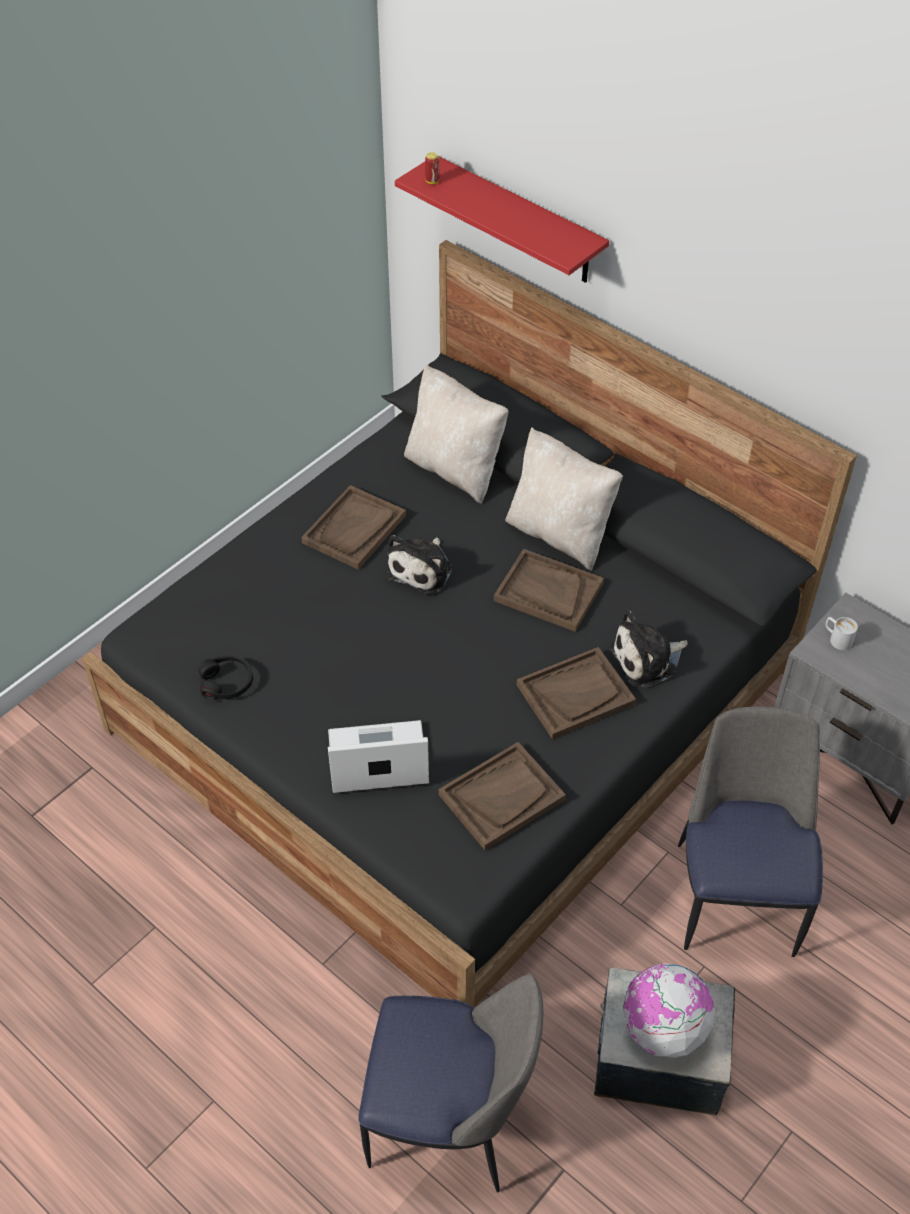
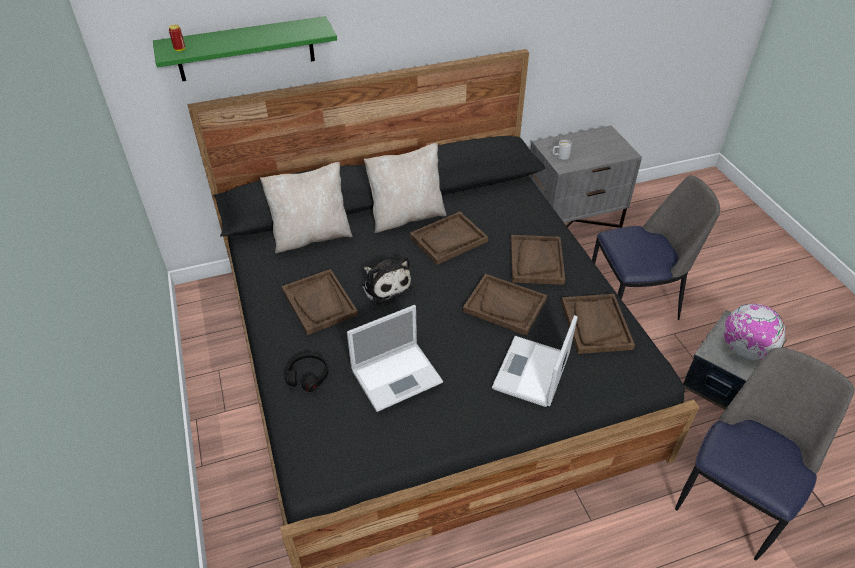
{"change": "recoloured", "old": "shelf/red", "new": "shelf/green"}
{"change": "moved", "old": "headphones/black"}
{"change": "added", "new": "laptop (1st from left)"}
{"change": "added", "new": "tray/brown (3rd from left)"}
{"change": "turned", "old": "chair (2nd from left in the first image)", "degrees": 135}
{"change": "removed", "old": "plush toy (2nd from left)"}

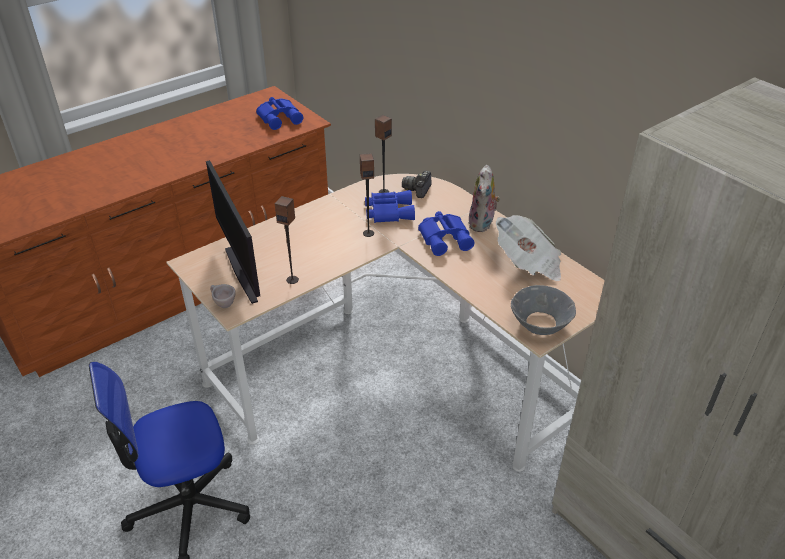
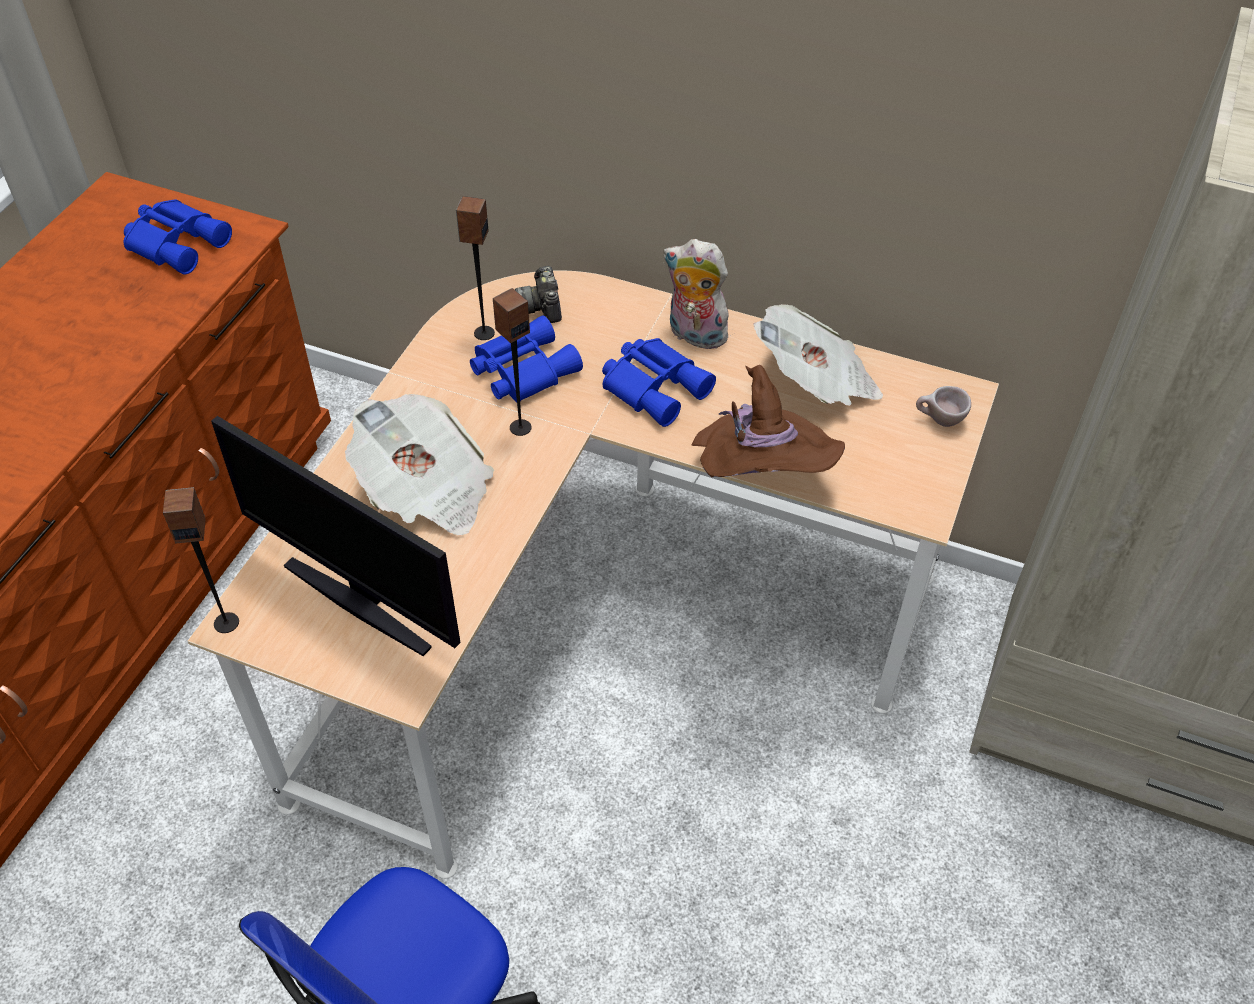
{"change": "moved", "old": "speaker (1st from left)"}
{"change": "added", "new": "newspaper (1st from left)"}
{"change": "turned", "old": "plush toy", "degrees": 135}
{"change": "added", "new": "hat/brown"}
{"change": "moved", "old": "cup/beige"}
{"change": "removed", "old": "bowl/grey"}

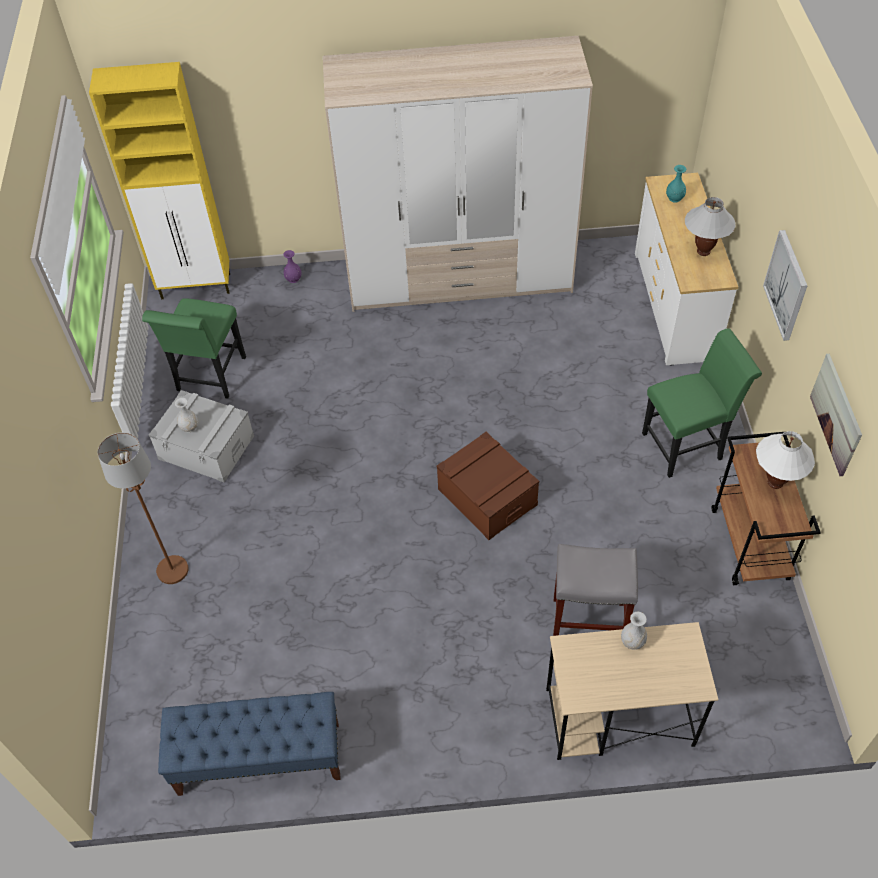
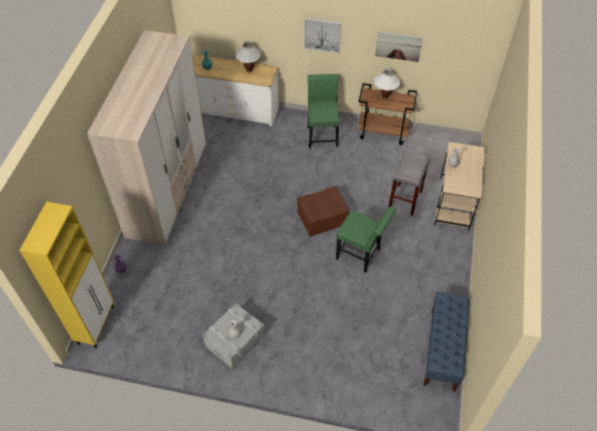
{"change": "moved", "old": "chair/green (1st from left in the first image)", "new": "chair/green (2nd from left)"}
{"change": "removed", "old": "floor lamp/brown"}

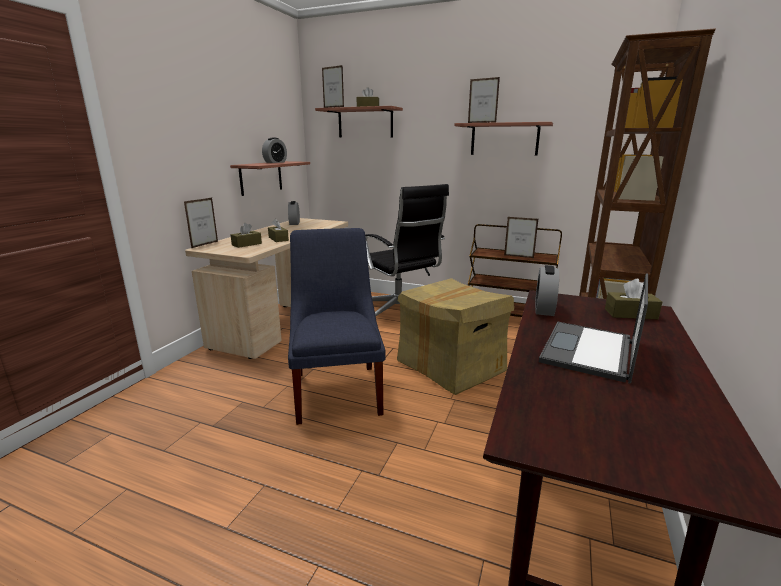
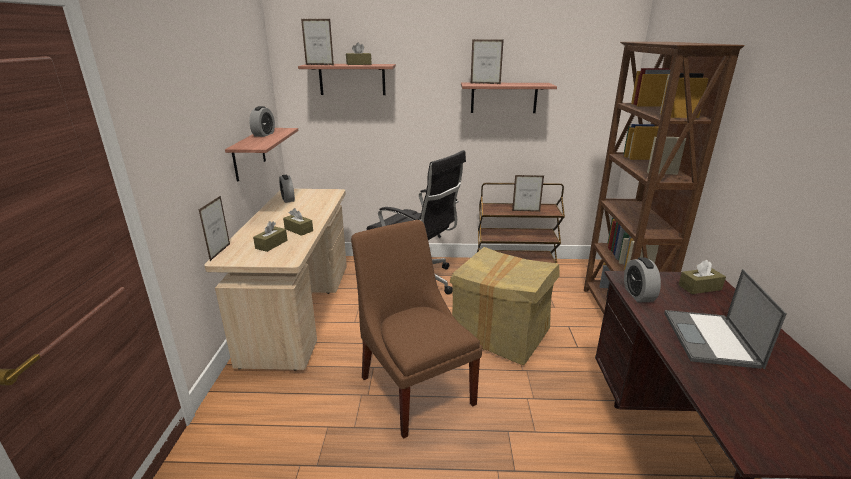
{"change": "recoloured", "old": "chair/blue", "new": "chair/brown"}

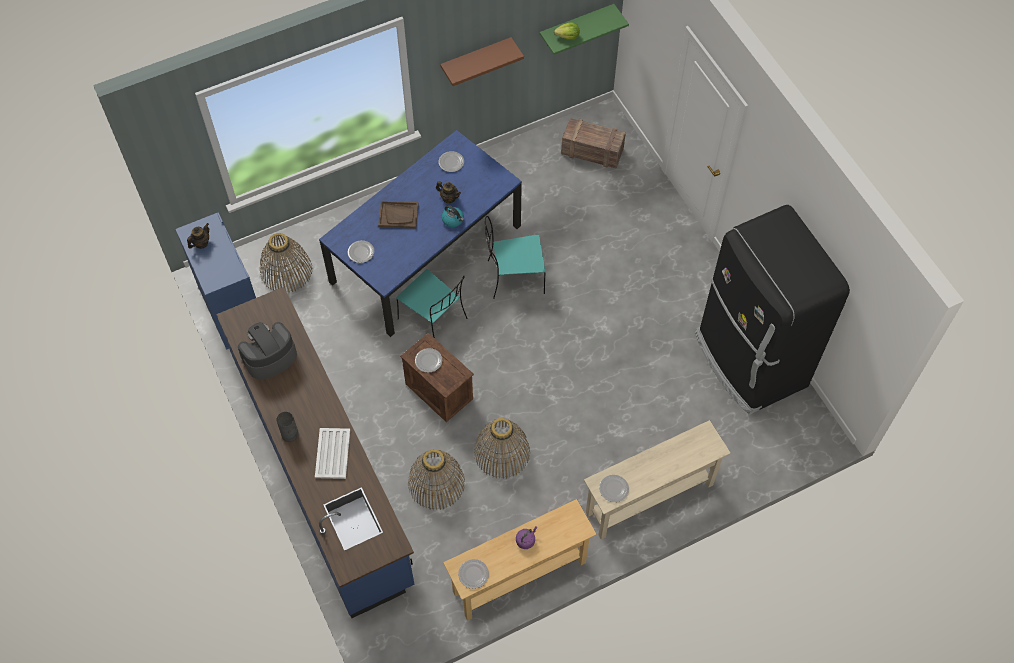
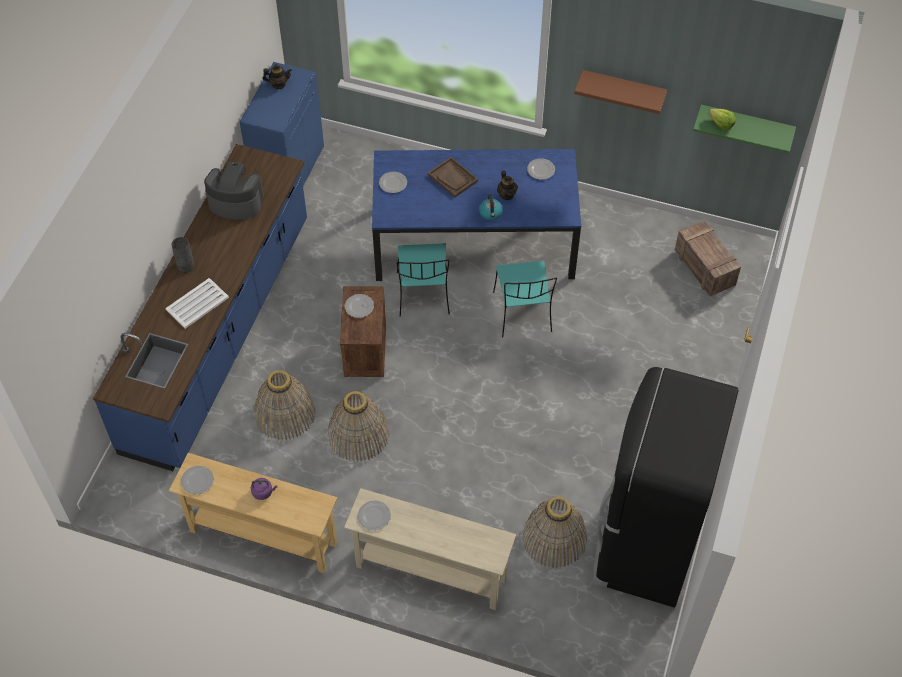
{"change": "turned", "old": "chair/turquoise (2nd from left)", "degrees": -135}
{"change": "moved", "old": "basket (1st from left in the first image)", "new": "basket (3rd from left)"}

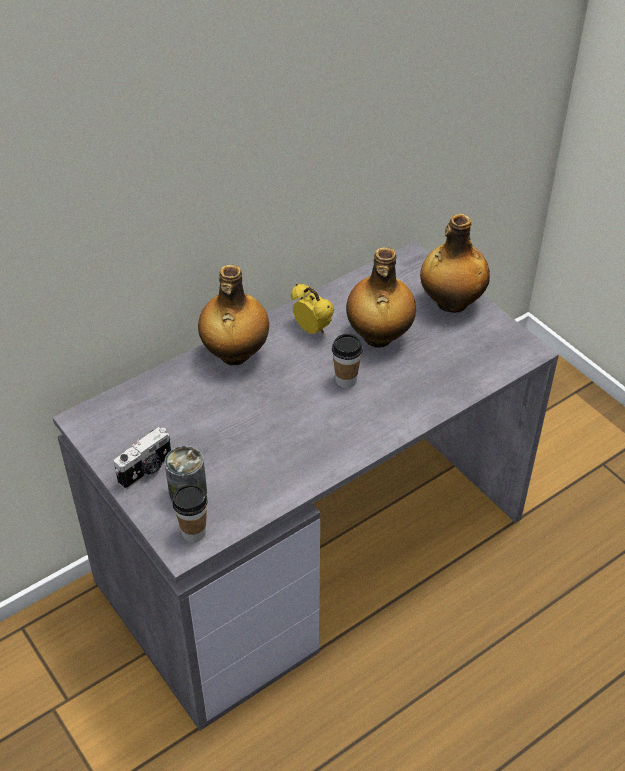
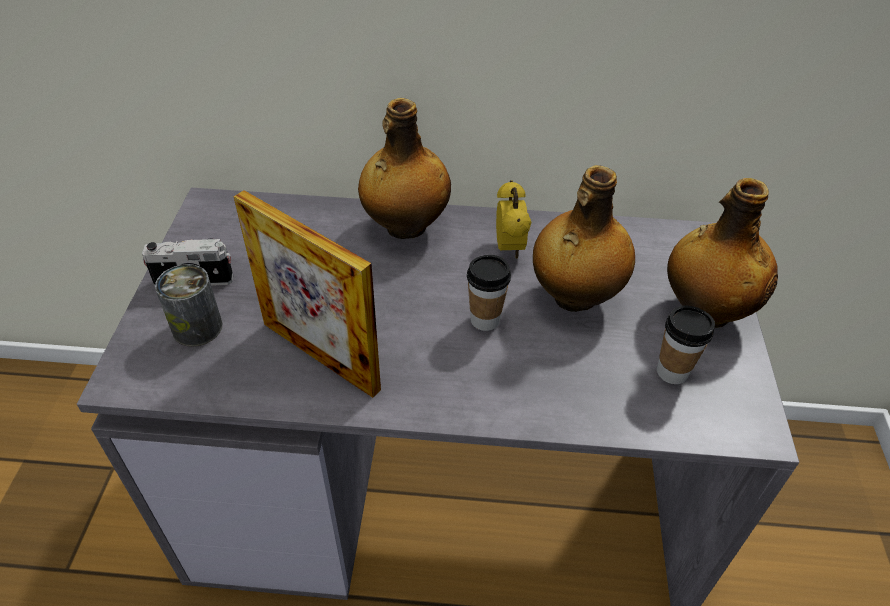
{"change": "added", "new": "picture frame"}
{"change": "moved", "old": "cup (1st from left in the first image)", "new": "cup (2nd from left)"}

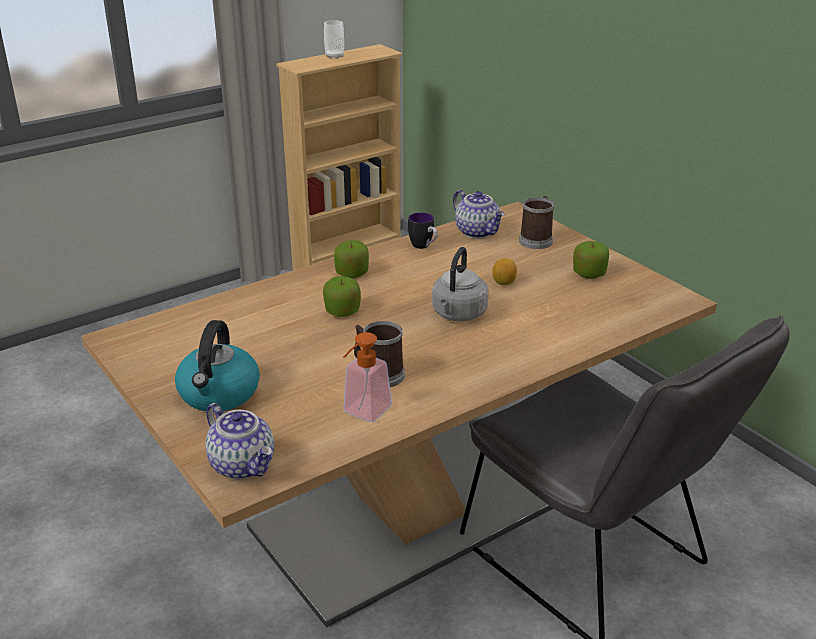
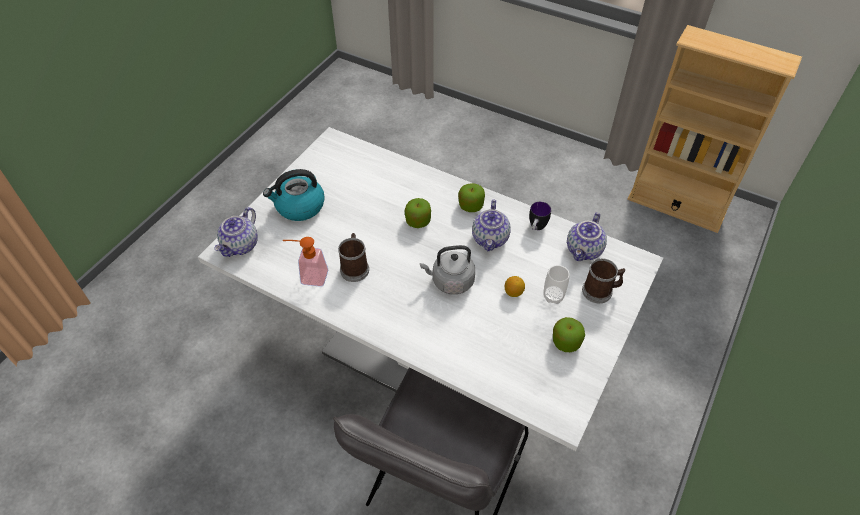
{"change": "recoloured", "old": "dining table/brown", "new": "dining table/white"}
{"change": "added", "new": "teapot (2nd from left)"}
{"change": "moved", "old": "cup"}

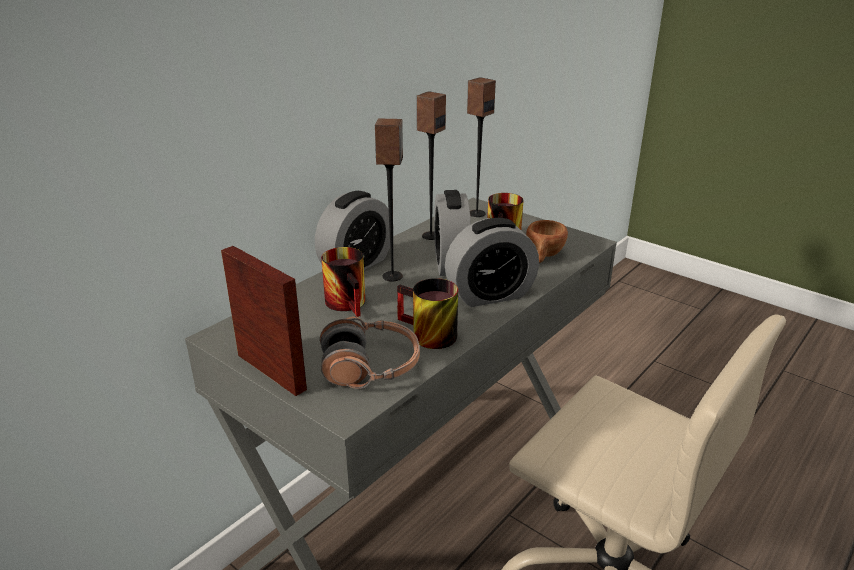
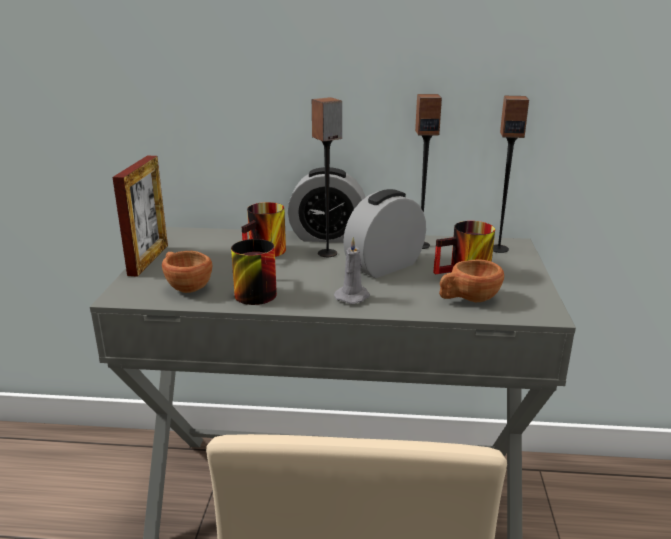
{"change": "replaced", "old": "headphones", "new": "cup/brown (1st from left)"}
{"change": "replaced", "old": "alarm clock (3rd from left)", "new": "candle/grey"}

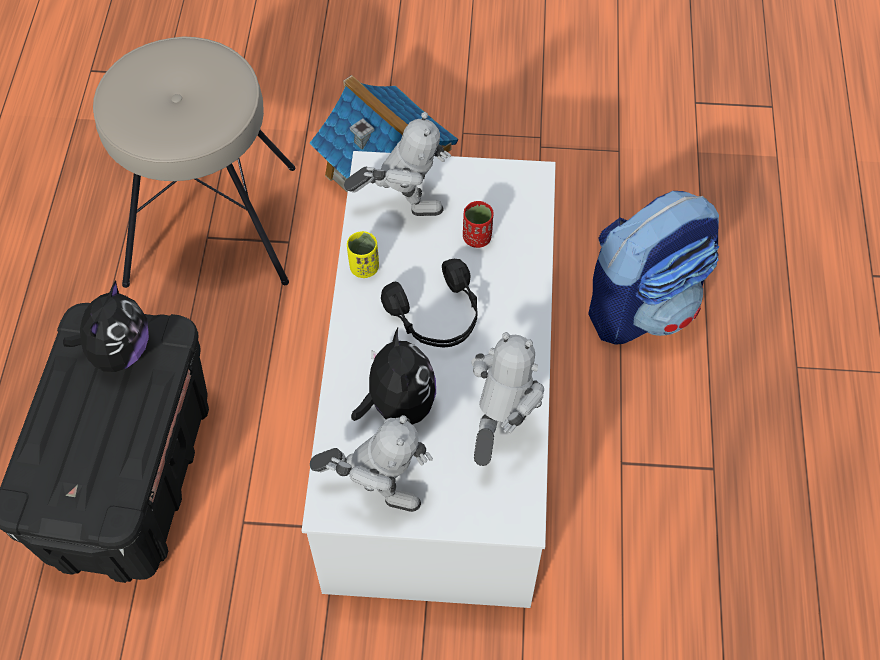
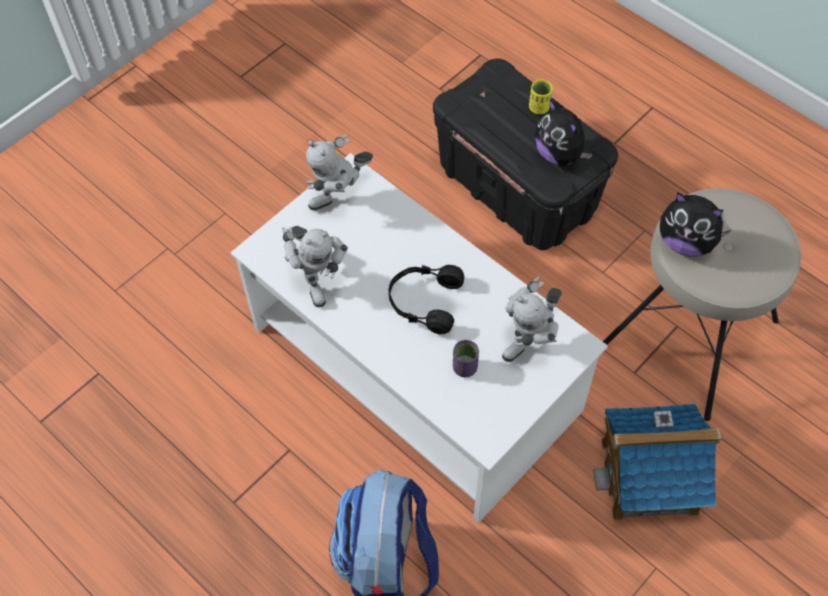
{"change": "recoloured", "old": "cup/red", "new": "cup/purple"}
{"change": "moved", "old": "cup/yellow"}
{"change": "moved", "old": "plush toy (2nd from left)"}

